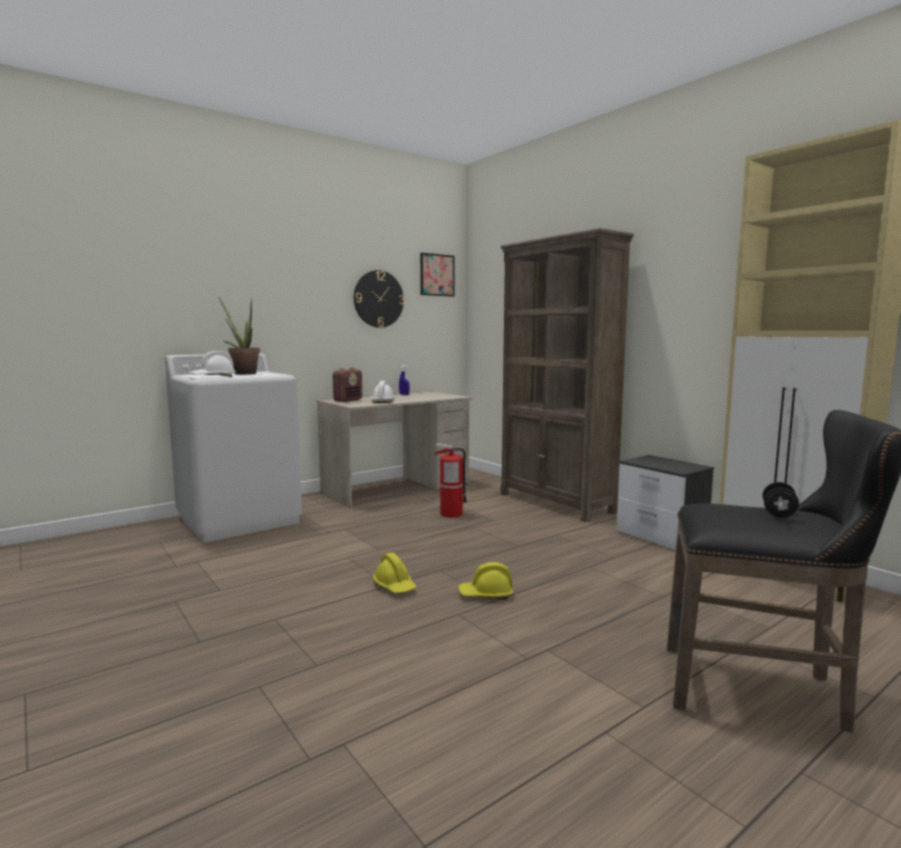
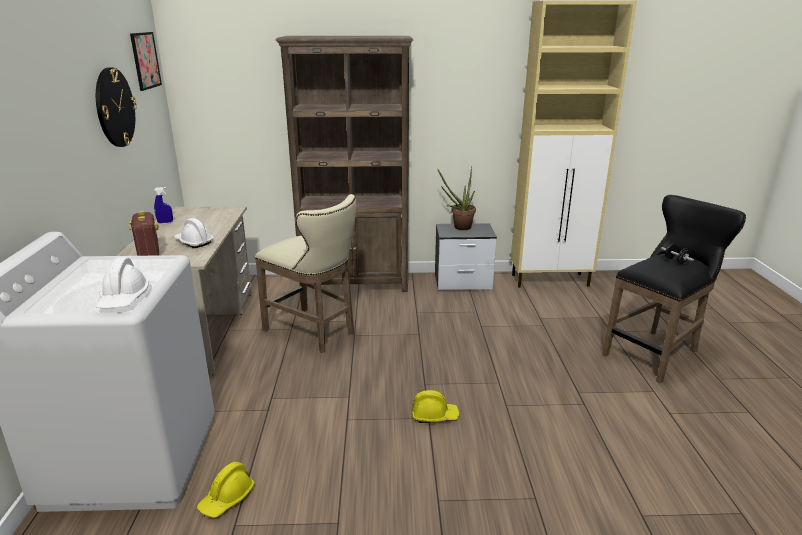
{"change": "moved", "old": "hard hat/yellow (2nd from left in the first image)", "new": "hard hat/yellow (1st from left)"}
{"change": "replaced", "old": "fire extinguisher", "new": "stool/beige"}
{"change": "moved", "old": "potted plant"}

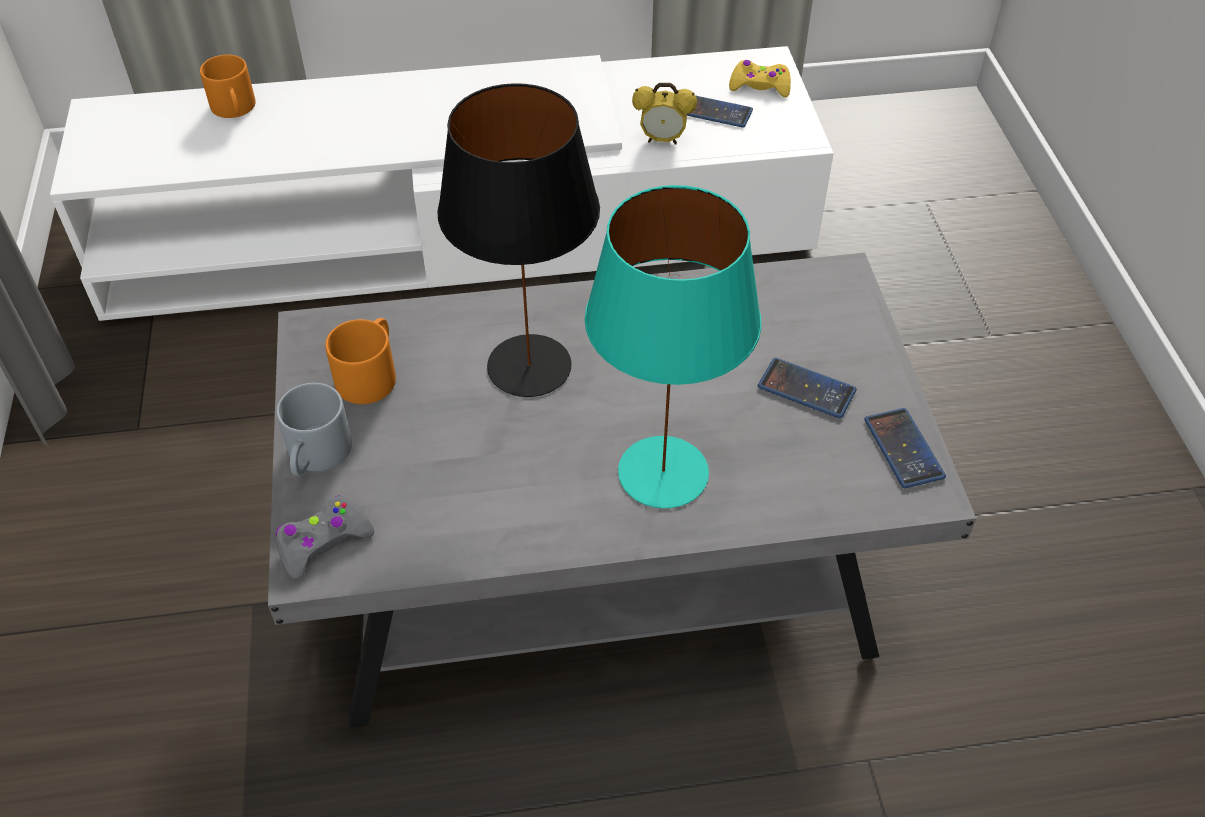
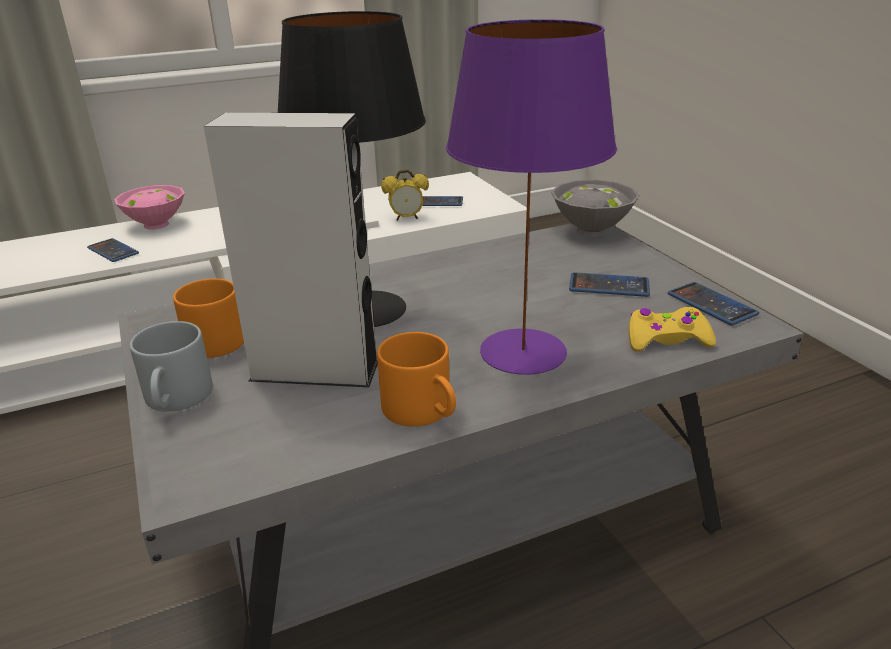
{"change": "added", "new": "phone (1st from left)"}
{"change": "added", "new": "bowl/pink"}
{"change": "added", "new": "speaker/grey"}
{"change": "moved", "old": "mug/orange (1st from left in the first image)", "new": "mug/orange (2nd from left)"}
{"change": "recoloured", "old": "table lamp/turquoise", "new": "table lamp/purple"}
{"change": "added", "new": "bowl/grey"}
{"change": "moved", "old": "game controller/yellow"}
{"change": "removed", "old": "game controller/grey"}

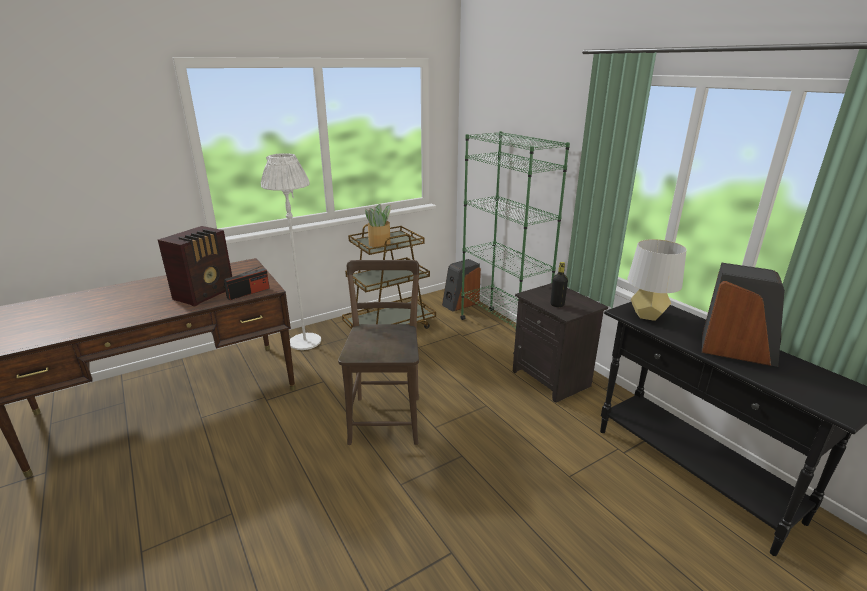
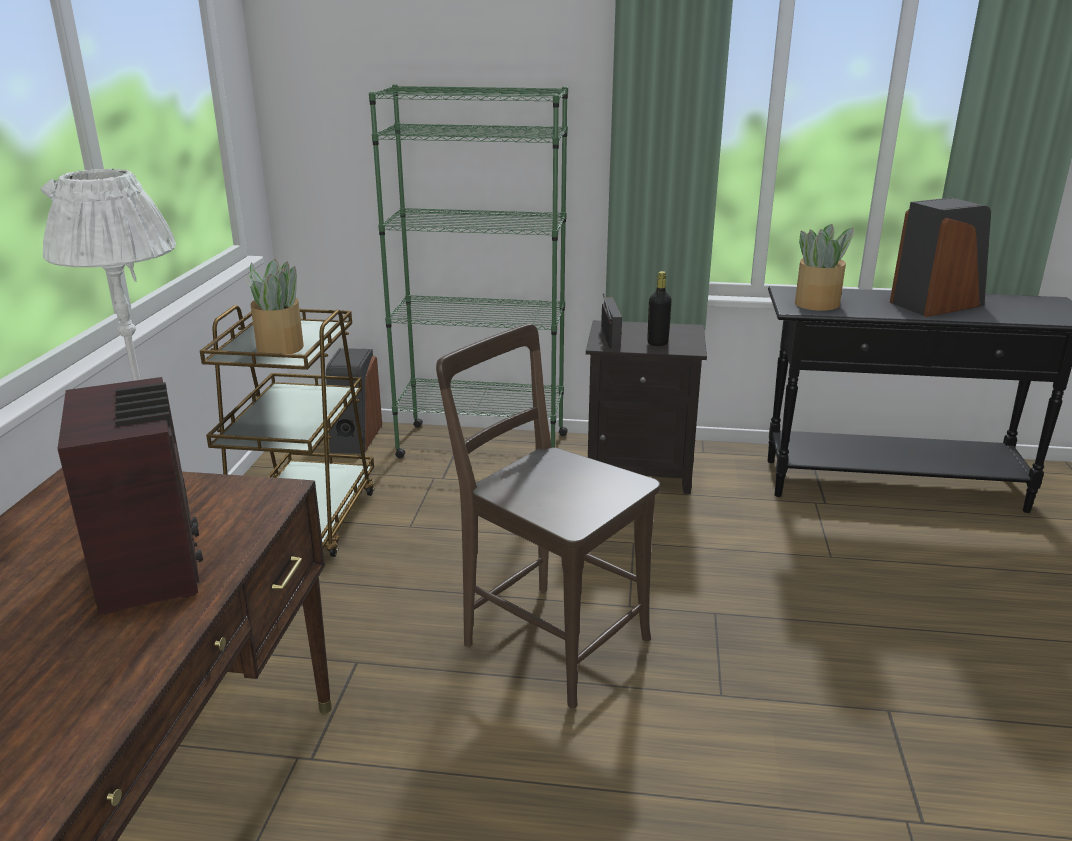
{"change": "moved", "old": "radio (2nd from left)"}
{"change": "replaced", "old": "table lamp/grey", "new": "potted plant (2nd from left)"}

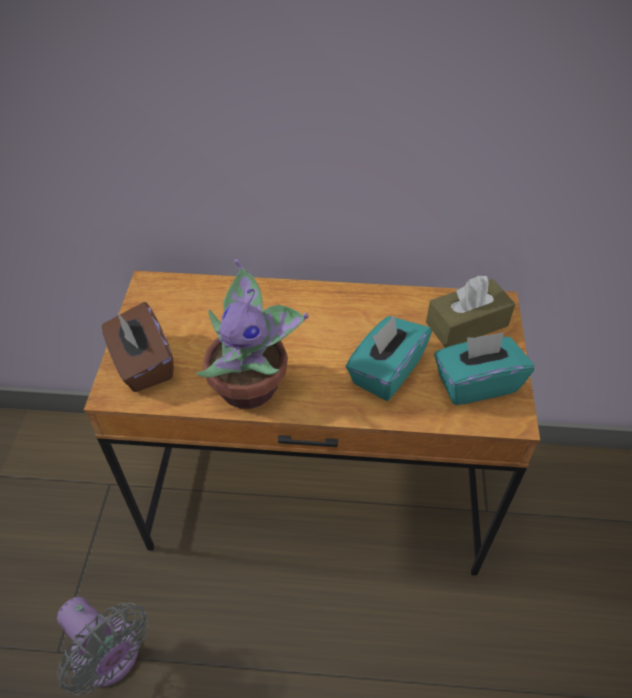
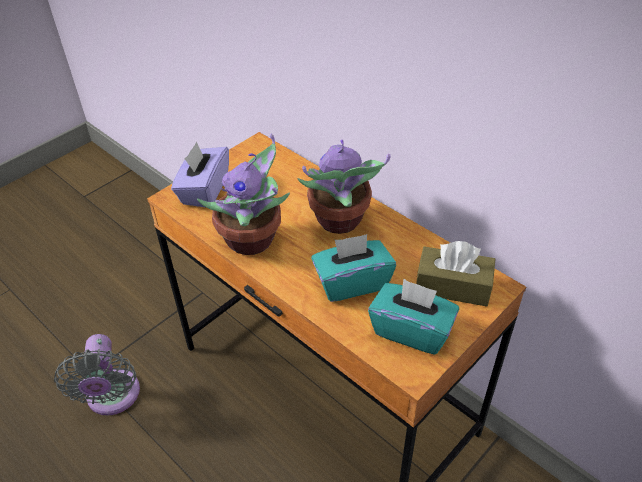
{"change": "recoloured", "old": "tissue box/brown (1st from left)", "new": "tissue box/purple"}
{"change": "added", "new": "potted plant (2nd from left)"}

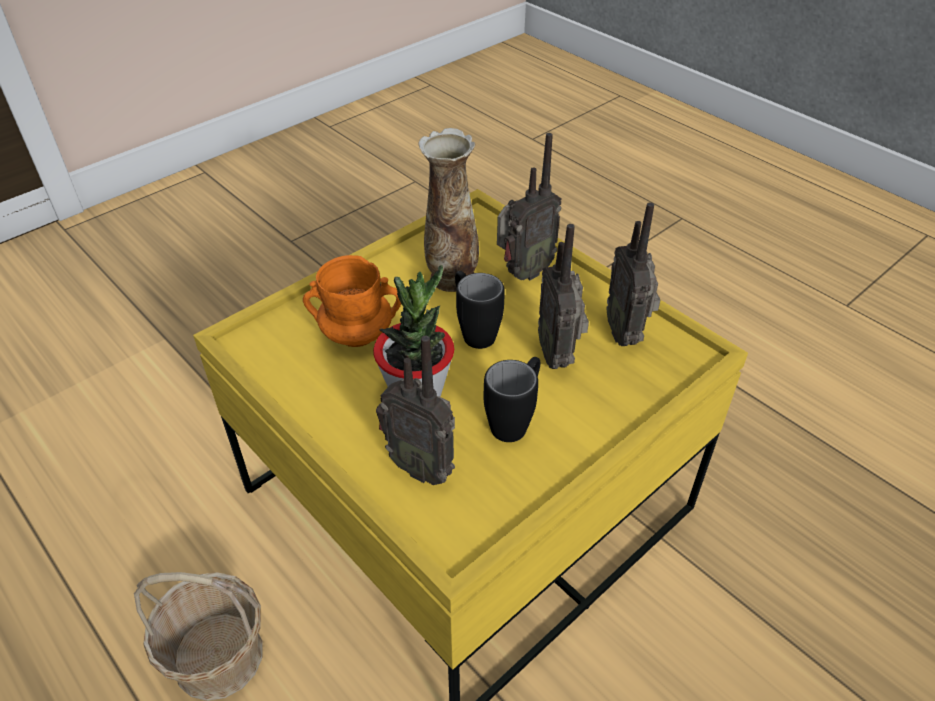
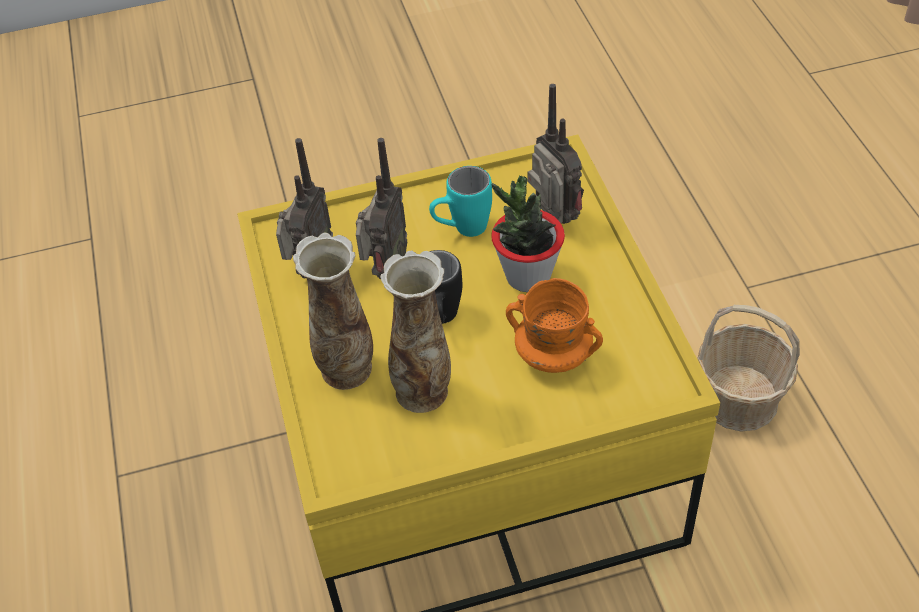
{"change": "replaced", "old": "radio (2nd from left)", "new": "vase (1st from left)"}
{"change": "recoloured", "old": "mug/black (2nd from left)", "new": "mug/turquoise"}

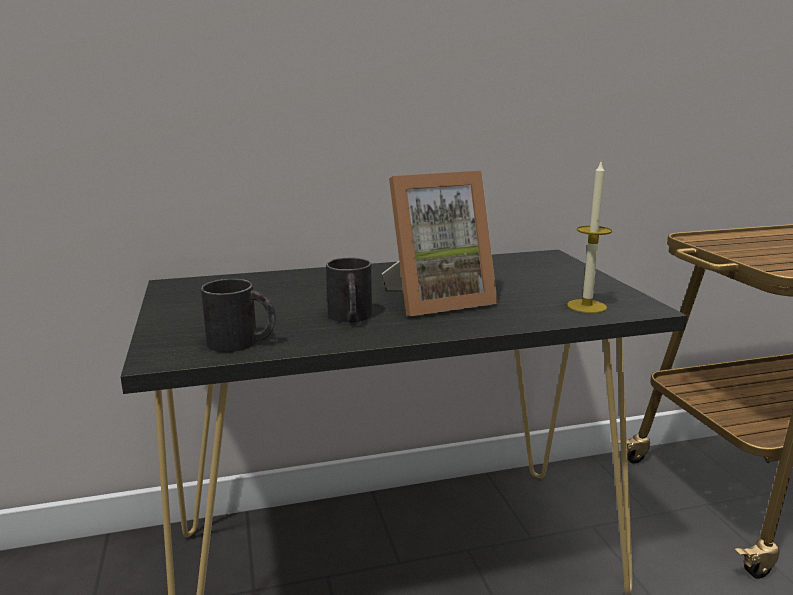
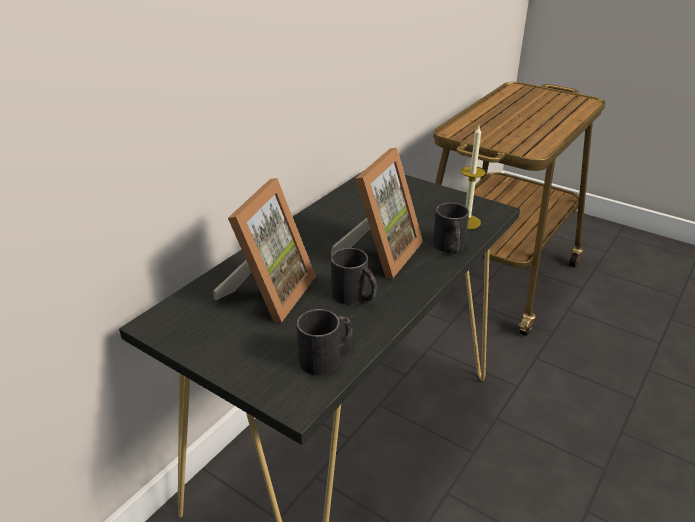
{"change": "added", "new": "picture frame (1st from left)"}
{"change": "added", "new": "mug/black (3rd from left)"}

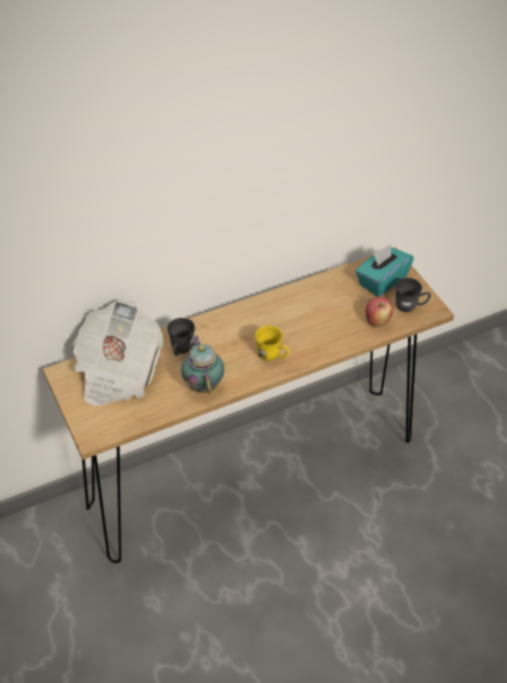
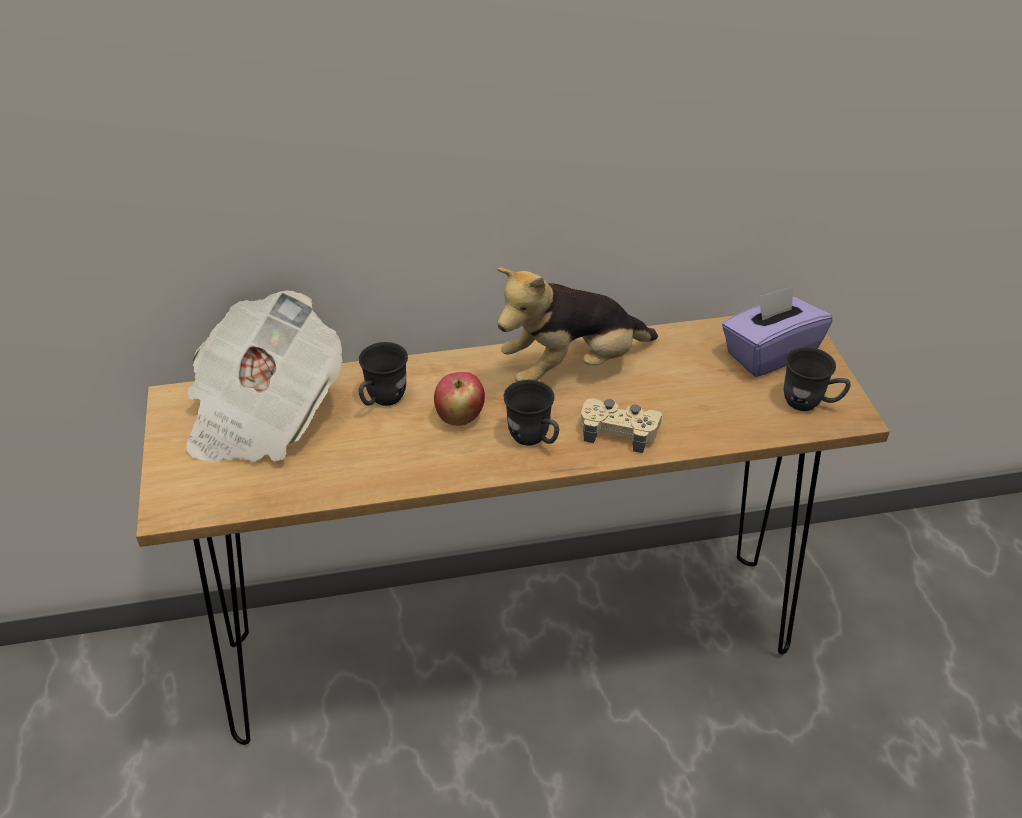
{"change": "moved", "old": "apple"}
{"change": "added", "new": "plush toy"}
{"change": "recoloured", "old": "mug/yellow", "new": "mug/grey (2nd from left)"}
{"change": "added", "new": "game controller/beige"}
{"change": "recoloured", "old": "tissue box/turquoise", "new": "tissue box/purple"}
{"change": "removed", "old": "teapot"}

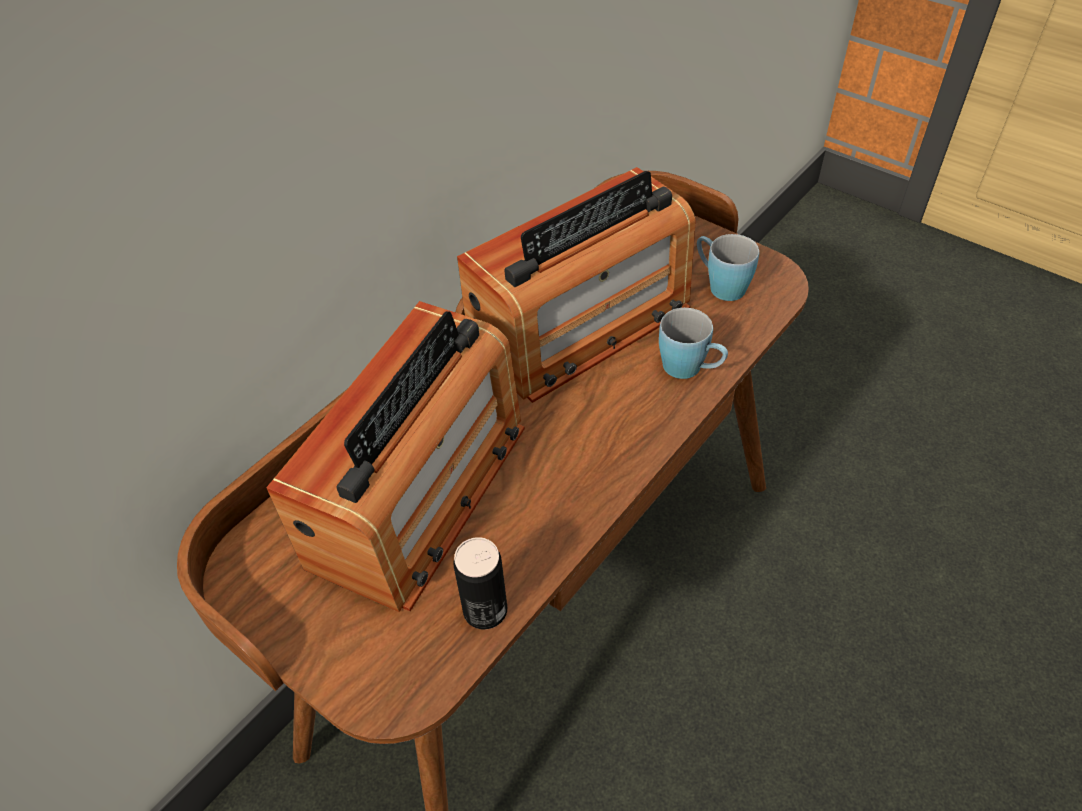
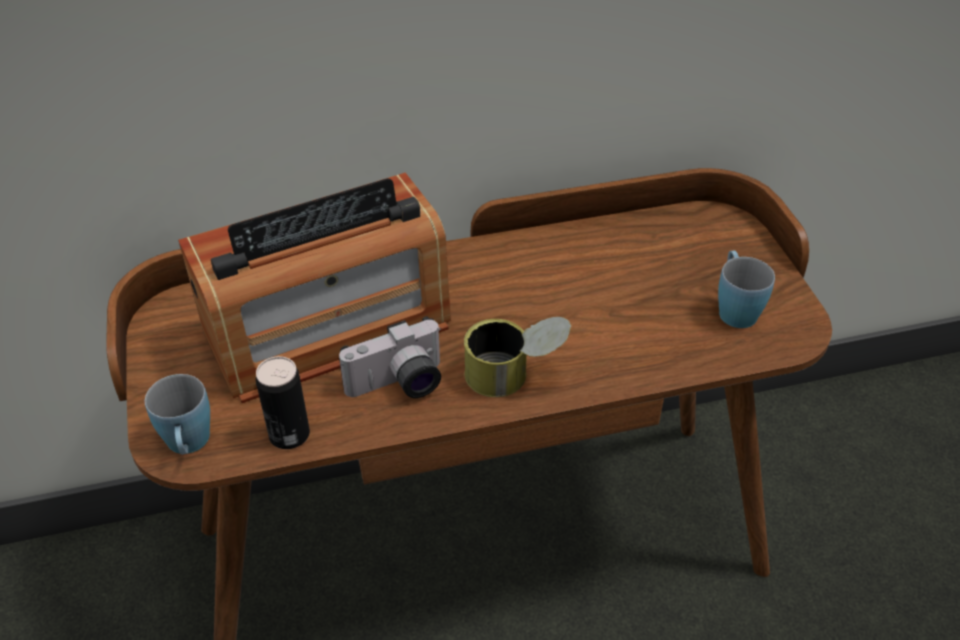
{"change": "moved", "old": "mug/blue (1st from left)"}
{"change": "added", "new": "photo camera"}
{"change": "added", "new": "can (2nd from left)"}
{"change": "removed", "old": "radio (2nd from left)"}

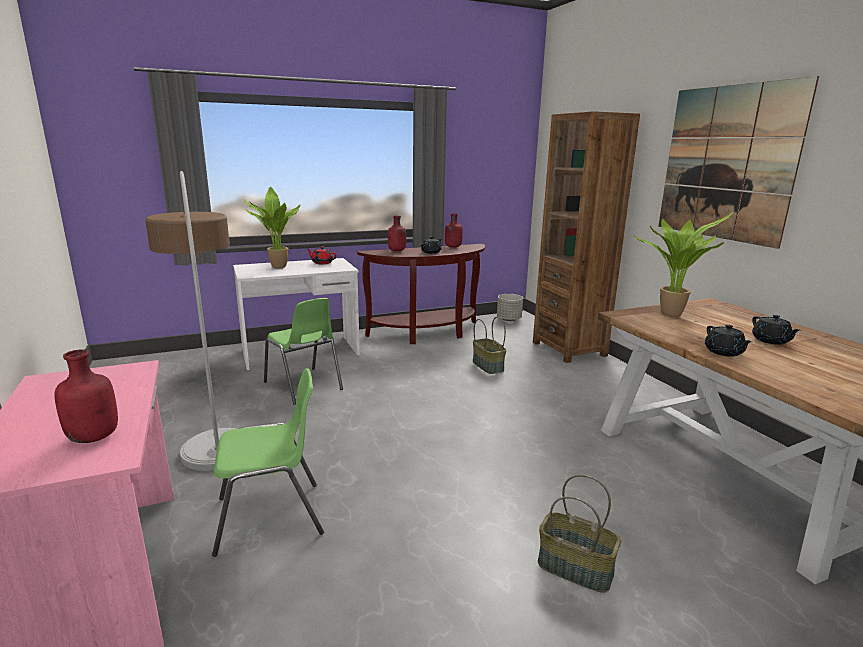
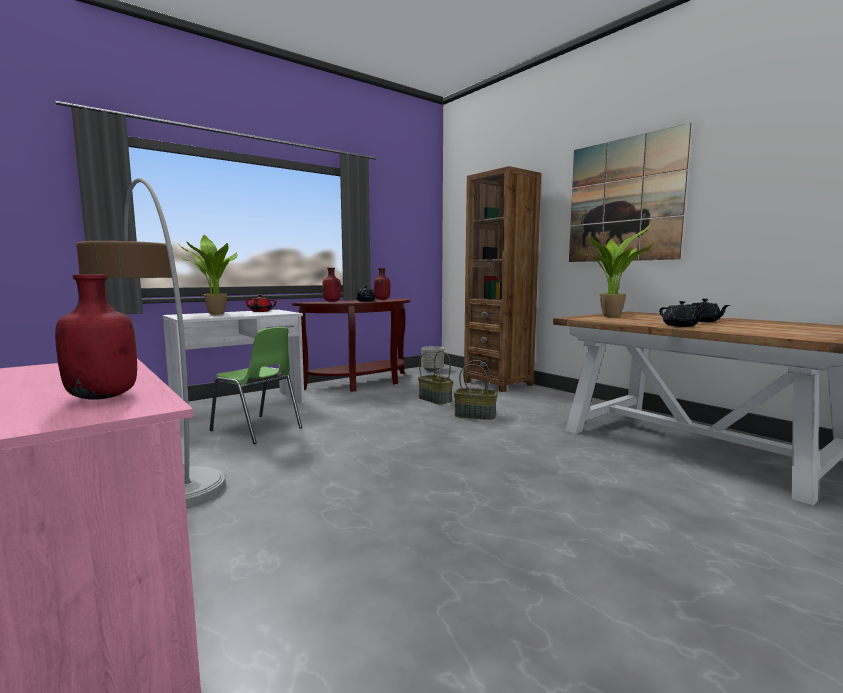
{"change": "moved", "old": "basket (2nd from left)"}
{"change": "removed", "old": "chair/green (1st from left)"}

